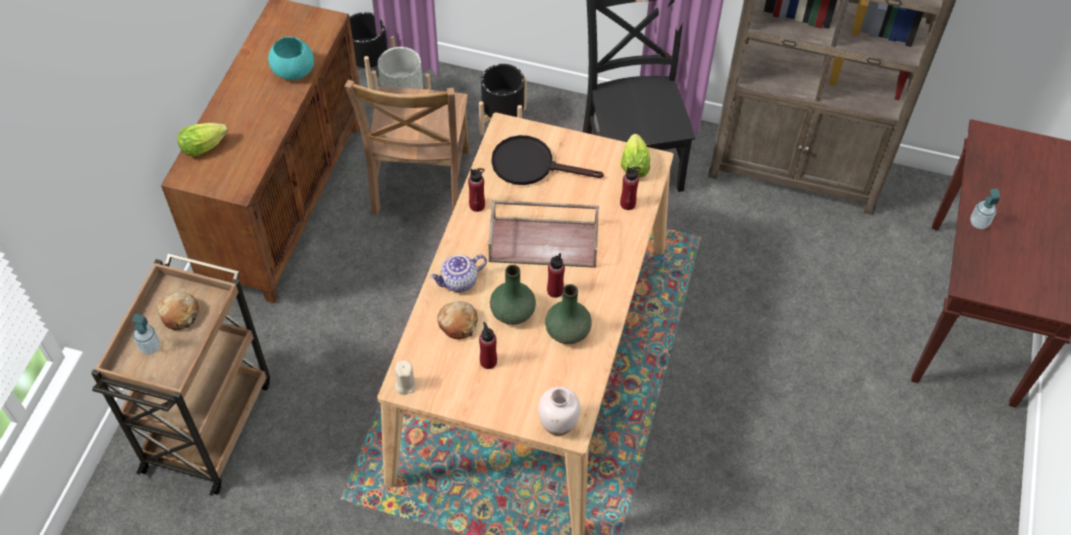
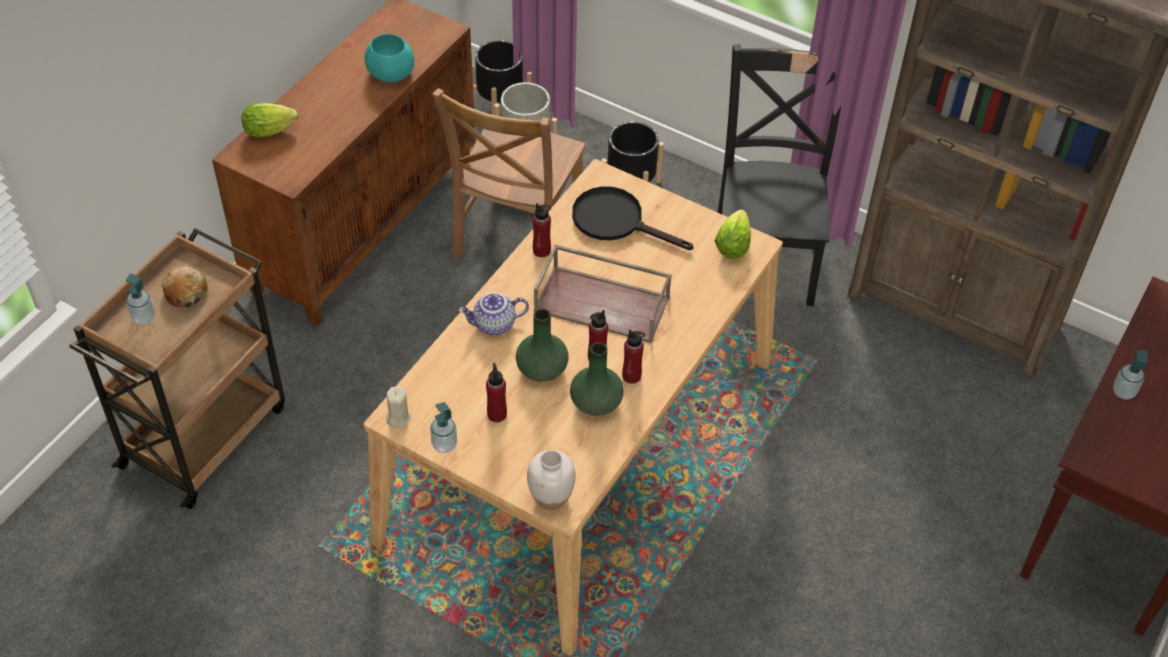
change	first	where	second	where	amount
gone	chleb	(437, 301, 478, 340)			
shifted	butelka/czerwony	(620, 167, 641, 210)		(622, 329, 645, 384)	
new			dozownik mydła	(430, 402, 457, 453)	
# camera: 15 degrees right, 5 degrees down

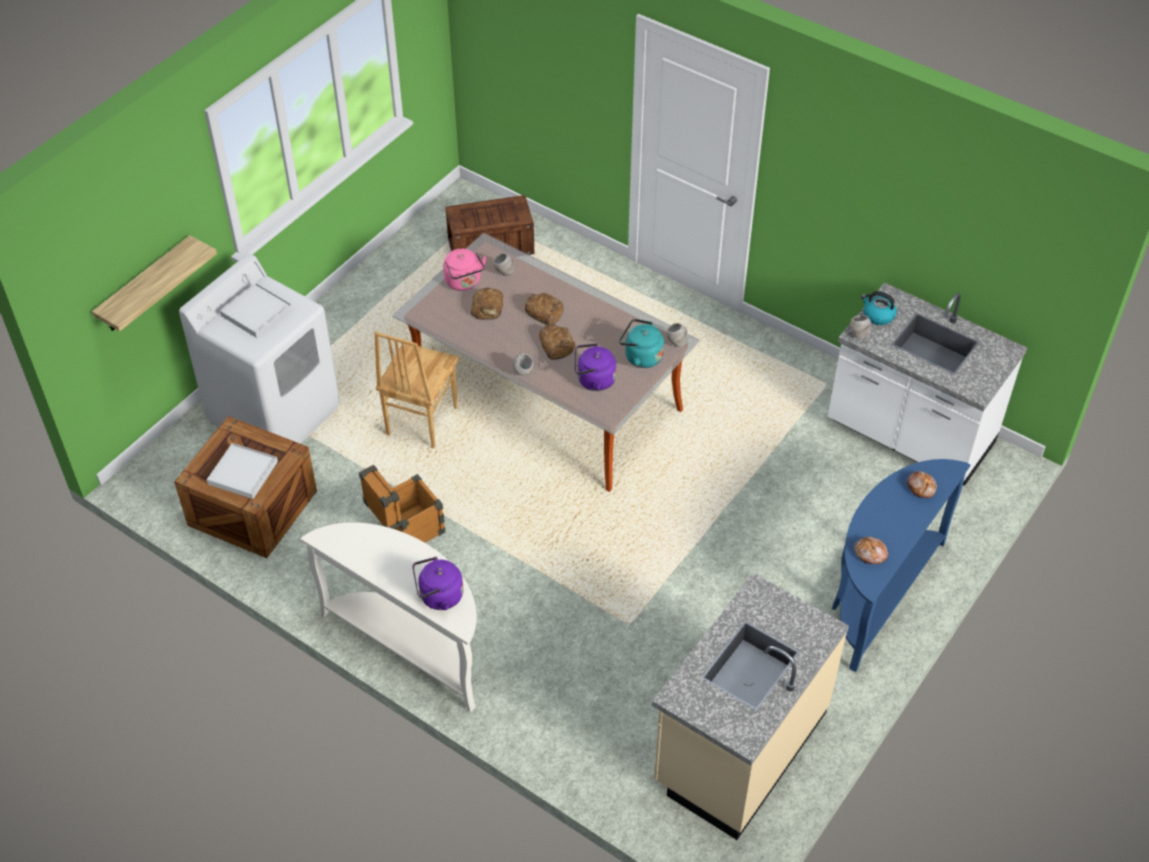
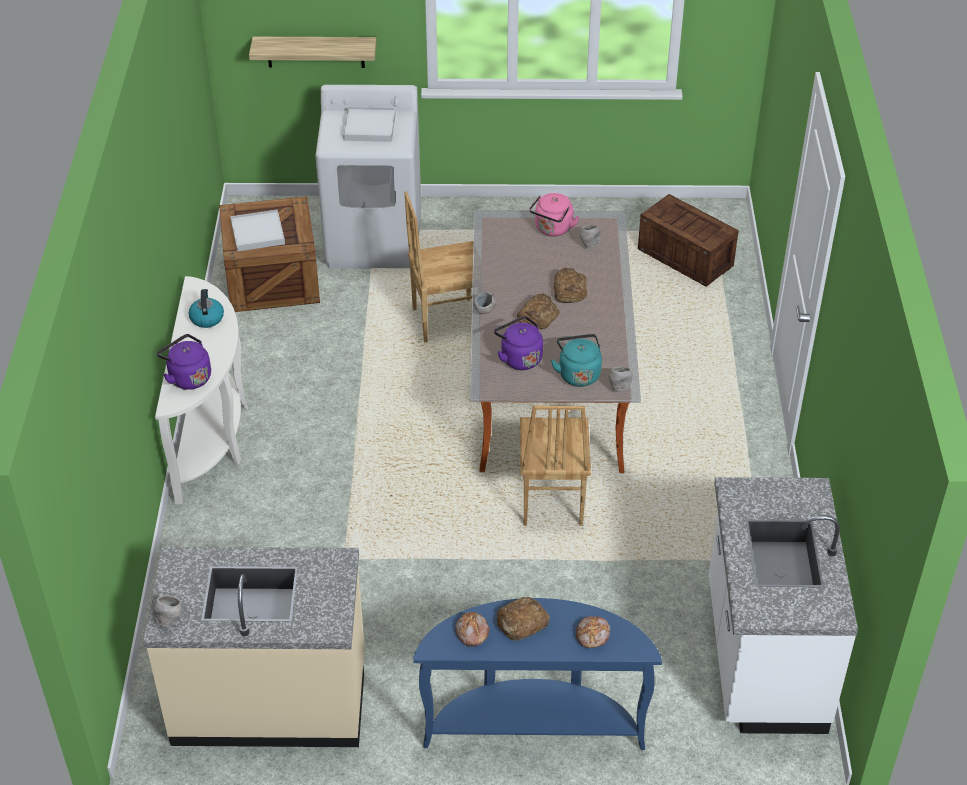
change	first	where	second	where	amount
gone	skrzynka	(359, 465, 445, 543)			
shifted	chleb	(471, 287, 503, 320)		(497, 597, 550, 640)	
shifted	miska/szary	(850, 315, 872, 339)		(152, 595, 182, 626)	
shifted	czajnik	(861, 291, 897, 325)		(188, 289, 224, 328)	
new			krzesło/brązowy	(520, 405, 591, 526)	
# camera: 55 degrees right, 5 degrees down

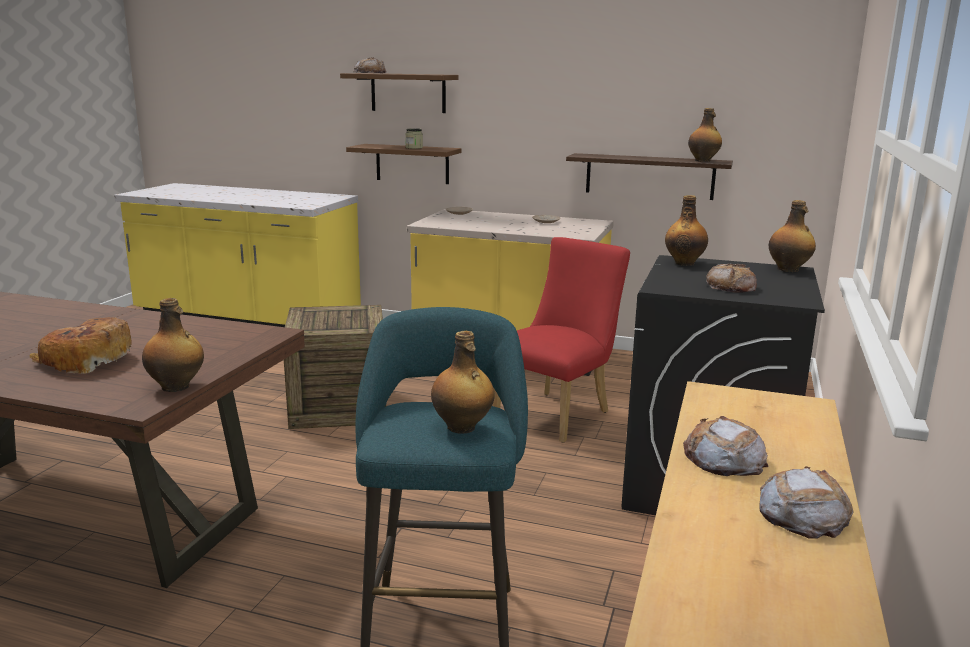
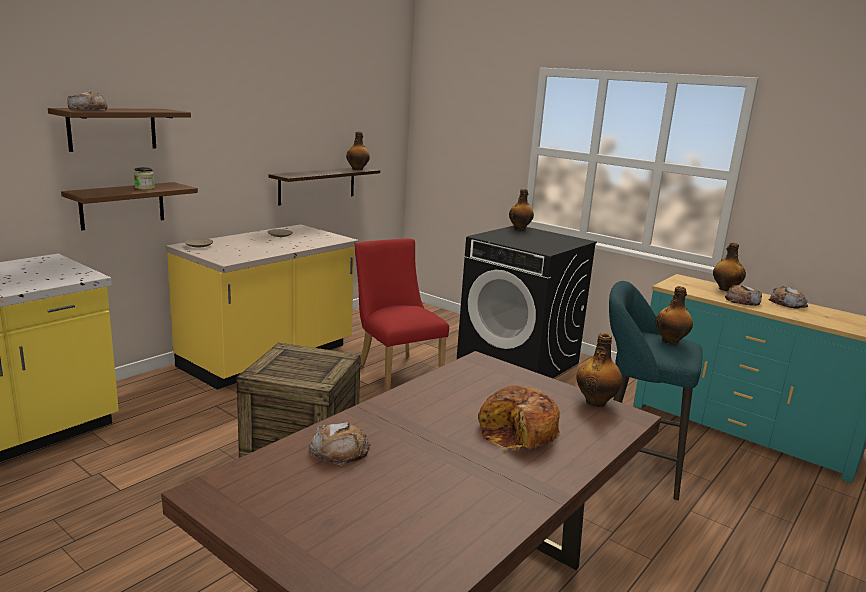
change	first	where	second	where	amount
shifted	butelka	(665, 195, 708, 266)		(713, 243, 746, 291)	
shifted	chleb	(706, 264, 757, 292)		(309, 422, 371, 465)	
# camera: 70 degrees left, 0 degrees up

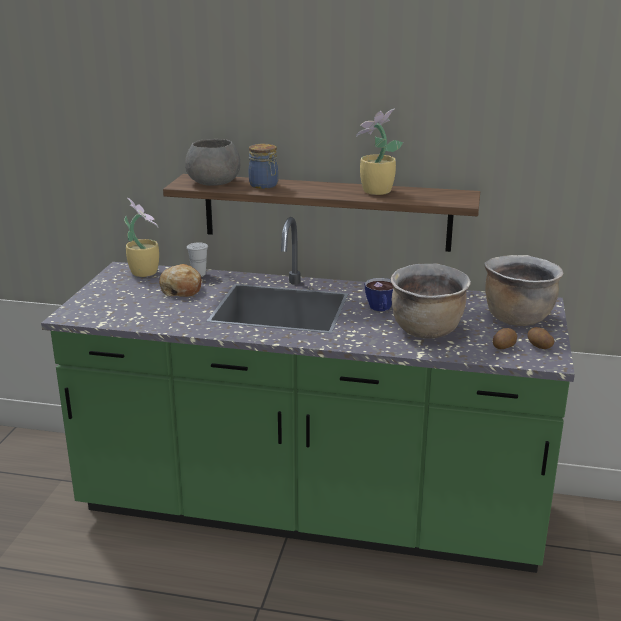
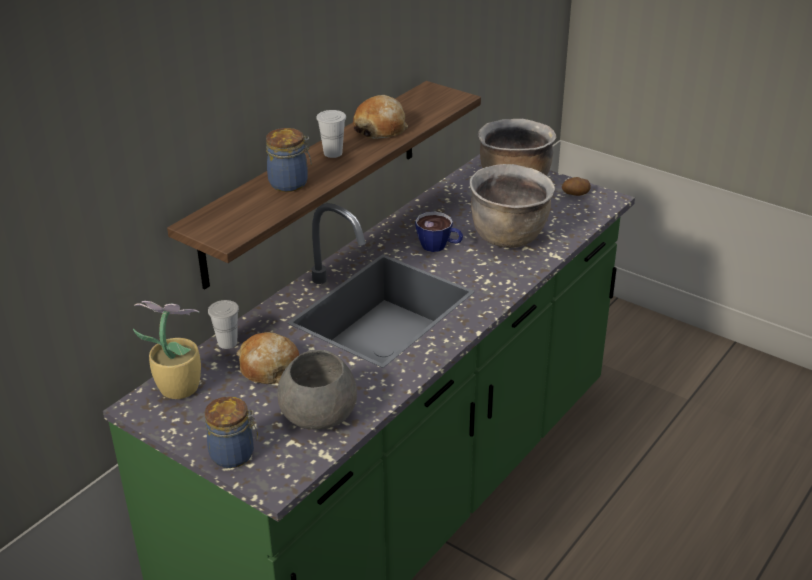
change	first	where	second	where	amount
shifted	miska/szary	(185, 139, 240, 186)		(278, 350, 357, 430)	
swapped	roślina doniczkowa	(356, 109, 403, 195)	chleb	(353, 95, 408, 139)	
gone	ziemniak	(493, 328, 517, 349)			
new			słoik	(205, 396, 258, 468)	
new			filiżanka/biały	(316, 110, 346, 158)	
# camera: 65 degrees left, 10 degrees up

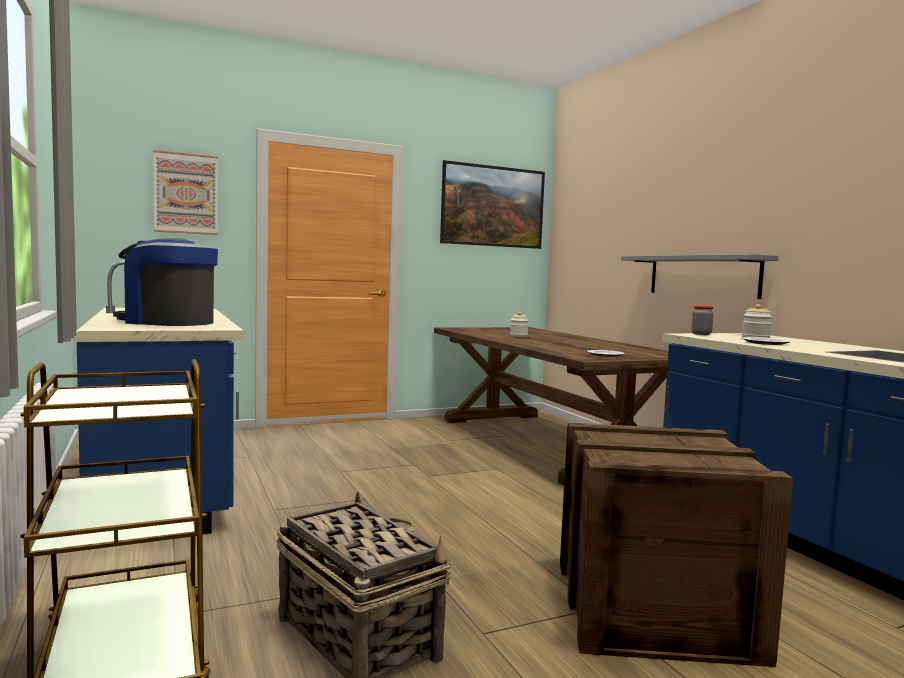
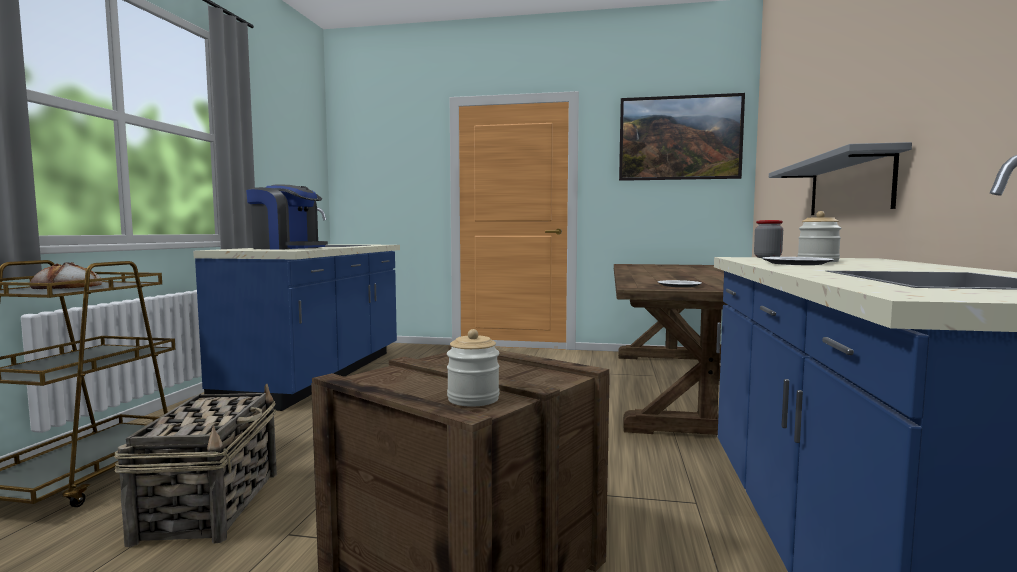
change	first	where	second	where	amount
rotated	ekspres do kawy	(113, 238, 218, 326)		(246, 185, 328, 250)	150 degrees clockwise
gone	obraz	(153, 150, 218, 235)			
shifted	słoik	(510, 312, 529, 337)		(447, 329, 500, 406)	
new			chleb	(30, 262, 102, 289)	
# camera: 35 degrees right, 0 degrees up

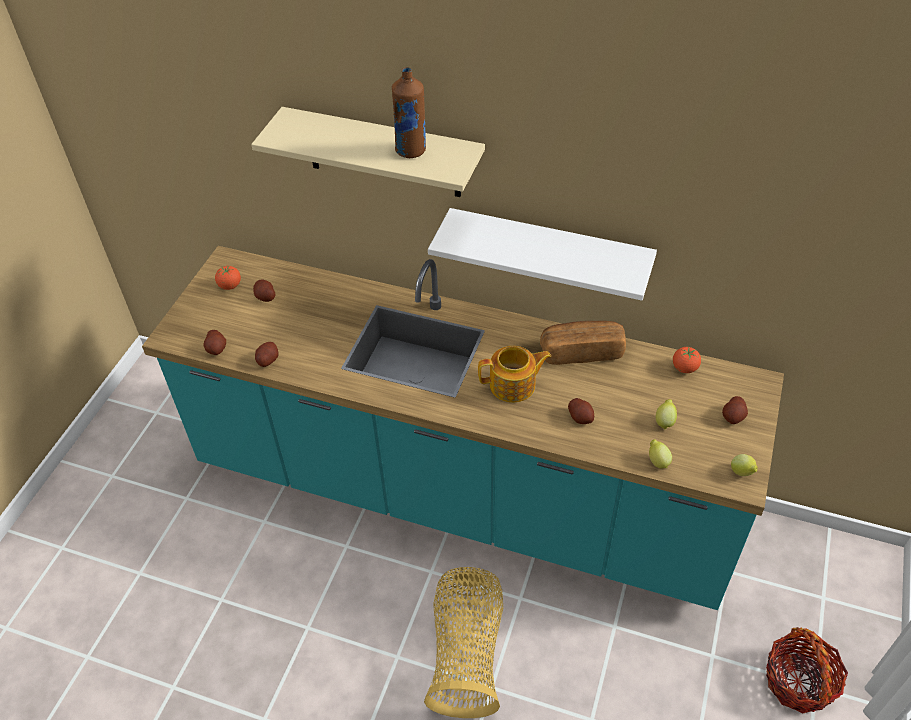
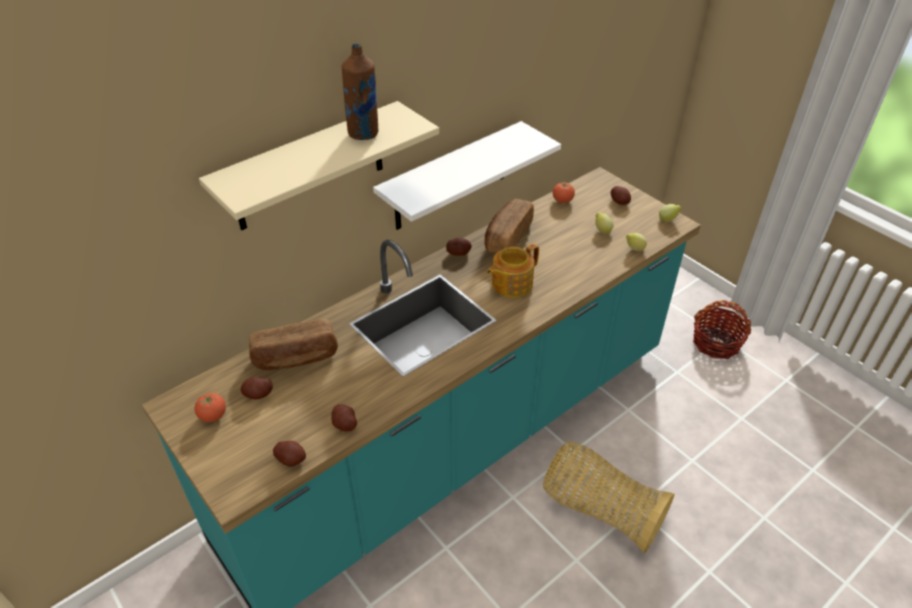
change	first	where	second	where	amount
rotated	imbryk	(478, 346, 551, 403)		(487, 243, 539, 298)	150 degrees counterclockwise
shifted	ziemniak	(568, 398, 594, 424)		(446, 238, 472, 256)	
new			chleb	(249, 319, 338, 370)	
# camera: 60 degrees left, 5 degrees down

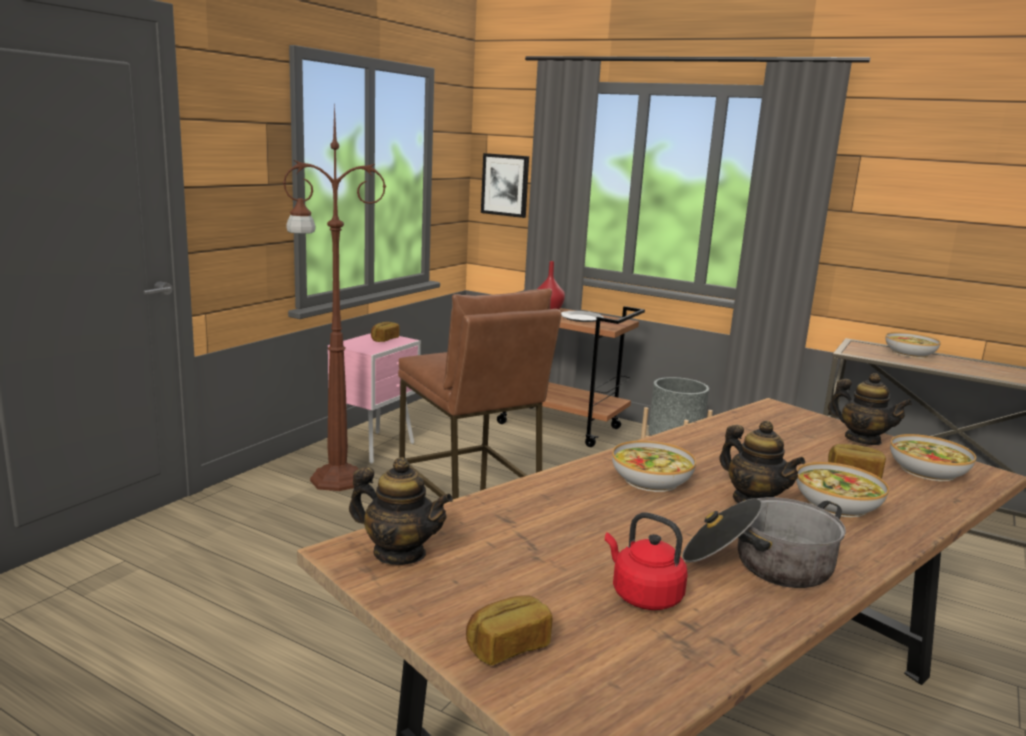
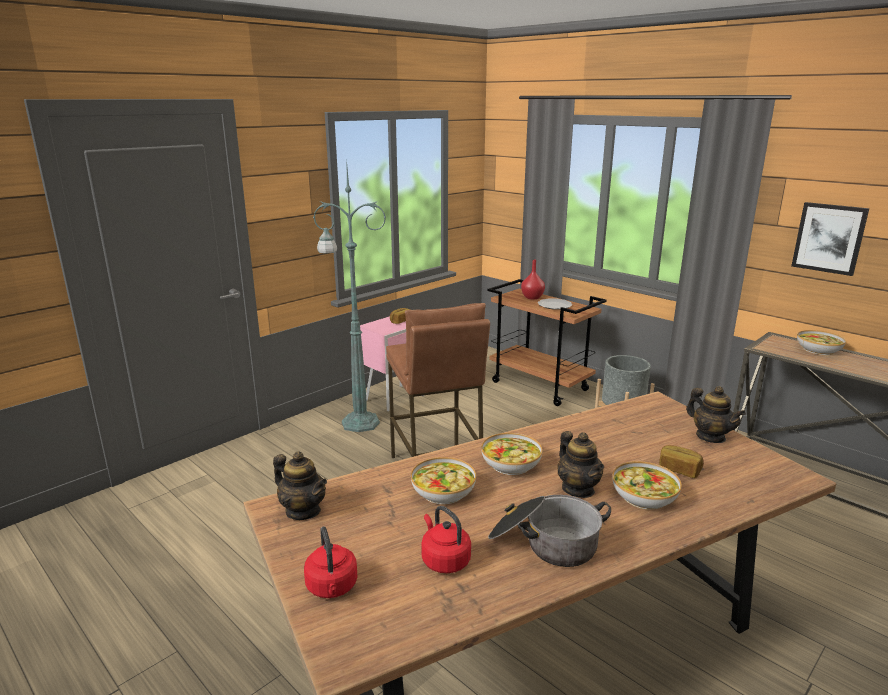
change	first	where	second	where	amount
repainted	lampa stojąca/brązowy	(283, 101, 386, 491)	lampa stojąca/zielony	(313, 158, 386, 432)	
swapped	chleb	(466, 595, 552, 665)	czajnik/czerwony	(304, 527, 358, 598)	
shifted	obraz	(481, 153, 529, 218)		(791, 202, 869, 276)	
shifted	miska	(890, 434, 976, 481)		(411, 457, 476, 505)	
# camera: 15 degrees right, 5 degrees up

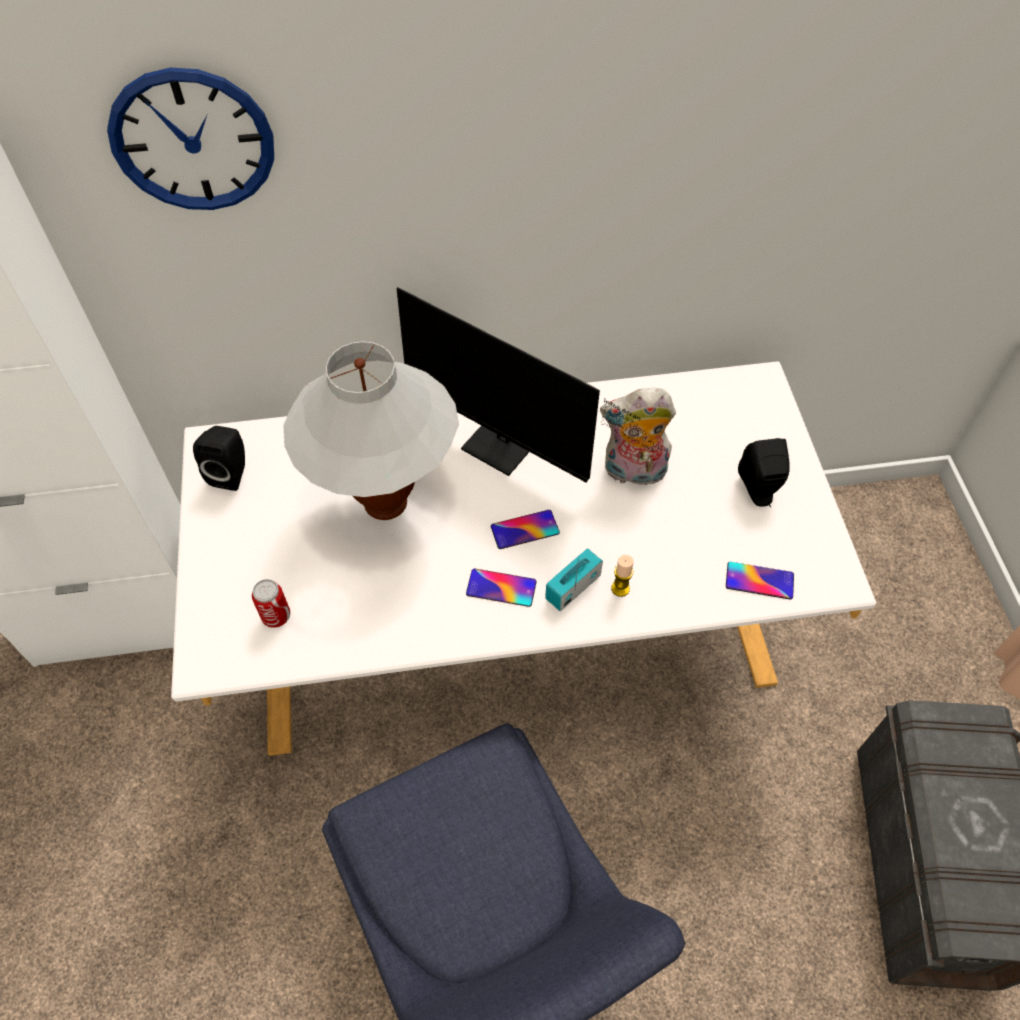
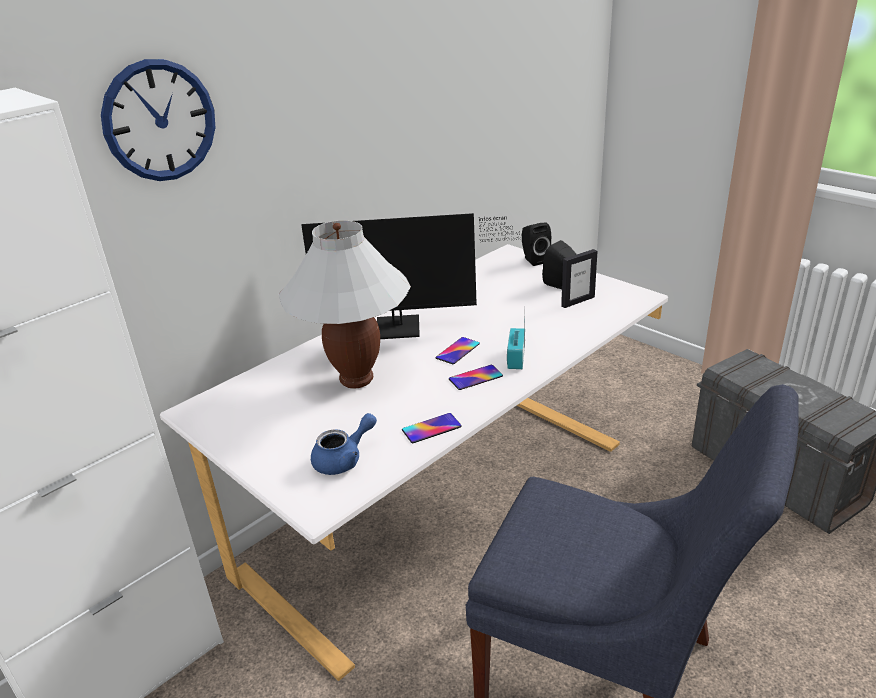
change	first	where	second	where	amount
shifted	głośnik/czarny	(193, 426, 245, 491)		(522, 223, 551, 266)	
swapped	puszka	(252, 579, 290, 628)	imbryk/niebieski	(311, 413, 377, 475)	
gone	pluszak	(600, 388, 676, 490)			
gone	świeca	(611, 555, 634, 597)			
shifted	telefon	(726, 562, 794, 600)		(402, 413, 462, 443)	
new			ramka na zdjęcie	(561, 249, 598, 308)	
# camera: 35 degrees left, 25 degrees down

